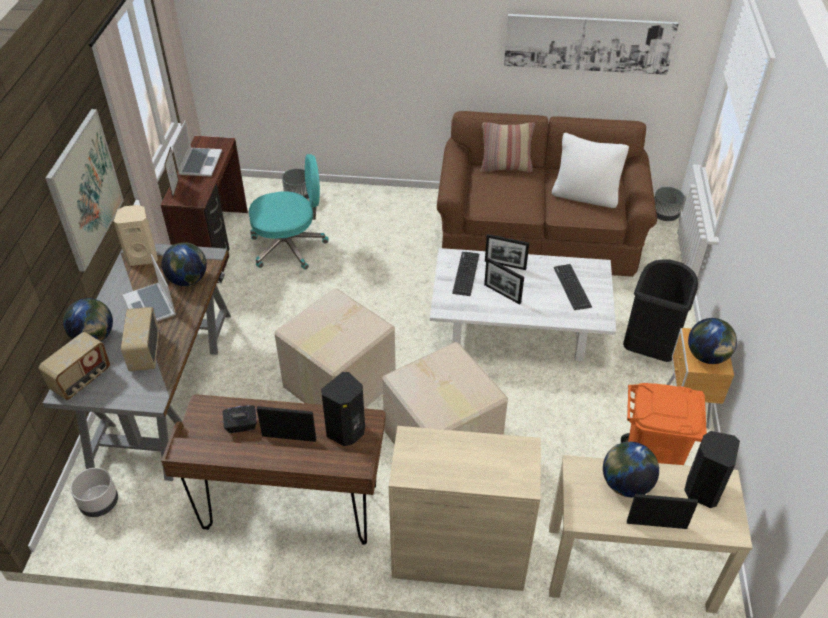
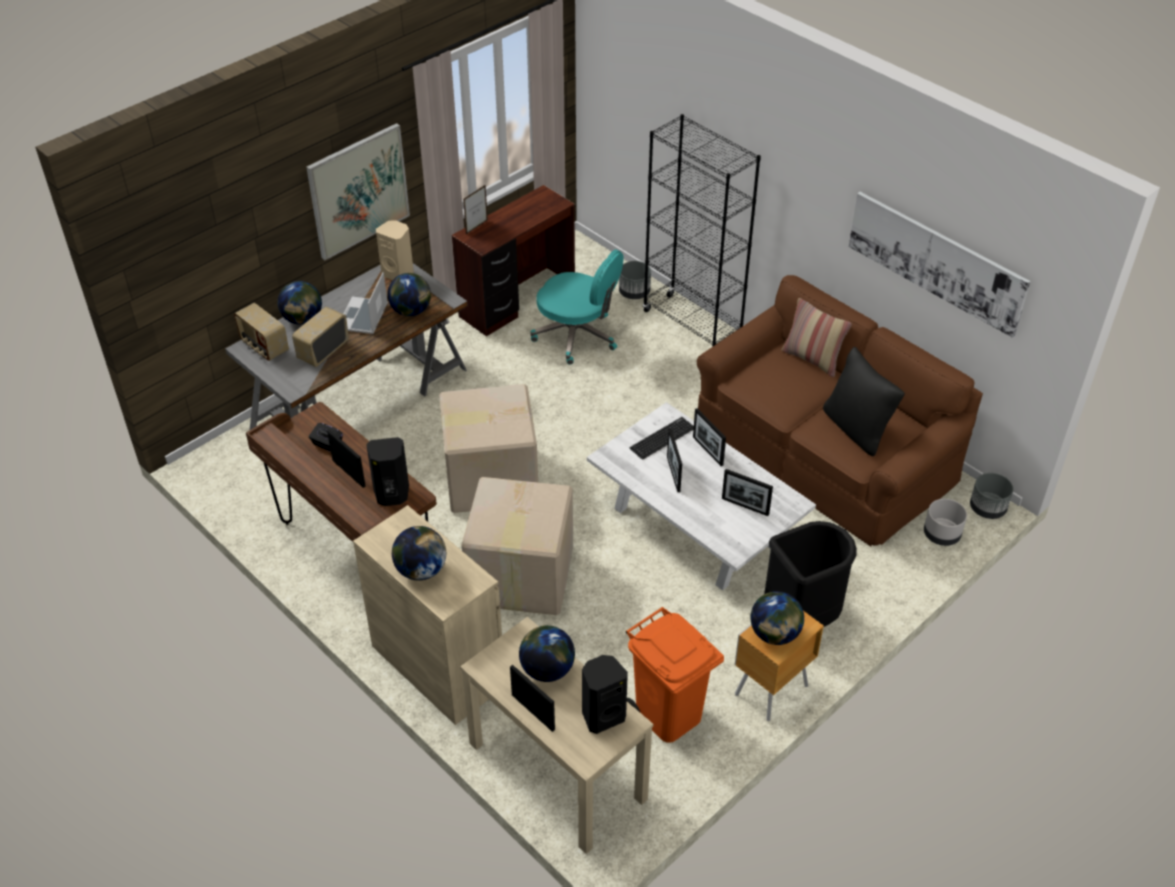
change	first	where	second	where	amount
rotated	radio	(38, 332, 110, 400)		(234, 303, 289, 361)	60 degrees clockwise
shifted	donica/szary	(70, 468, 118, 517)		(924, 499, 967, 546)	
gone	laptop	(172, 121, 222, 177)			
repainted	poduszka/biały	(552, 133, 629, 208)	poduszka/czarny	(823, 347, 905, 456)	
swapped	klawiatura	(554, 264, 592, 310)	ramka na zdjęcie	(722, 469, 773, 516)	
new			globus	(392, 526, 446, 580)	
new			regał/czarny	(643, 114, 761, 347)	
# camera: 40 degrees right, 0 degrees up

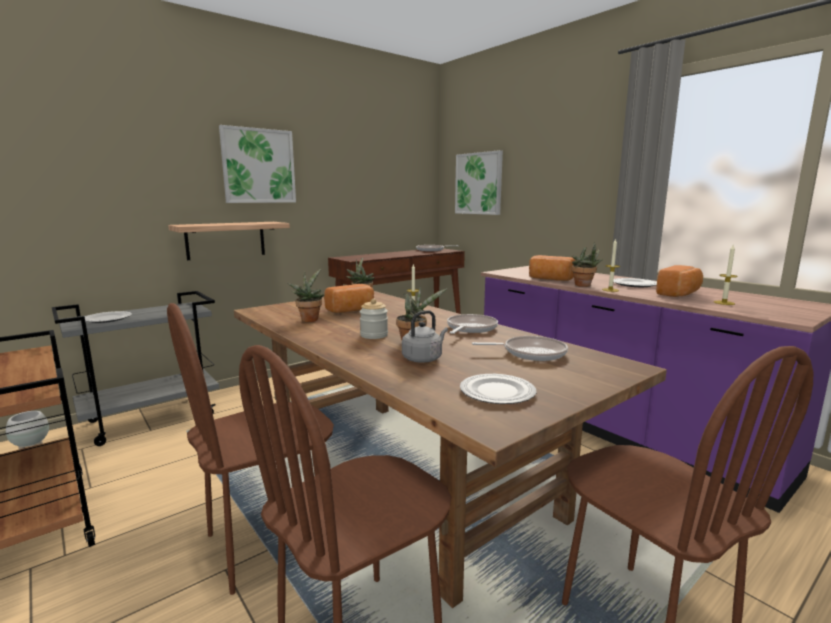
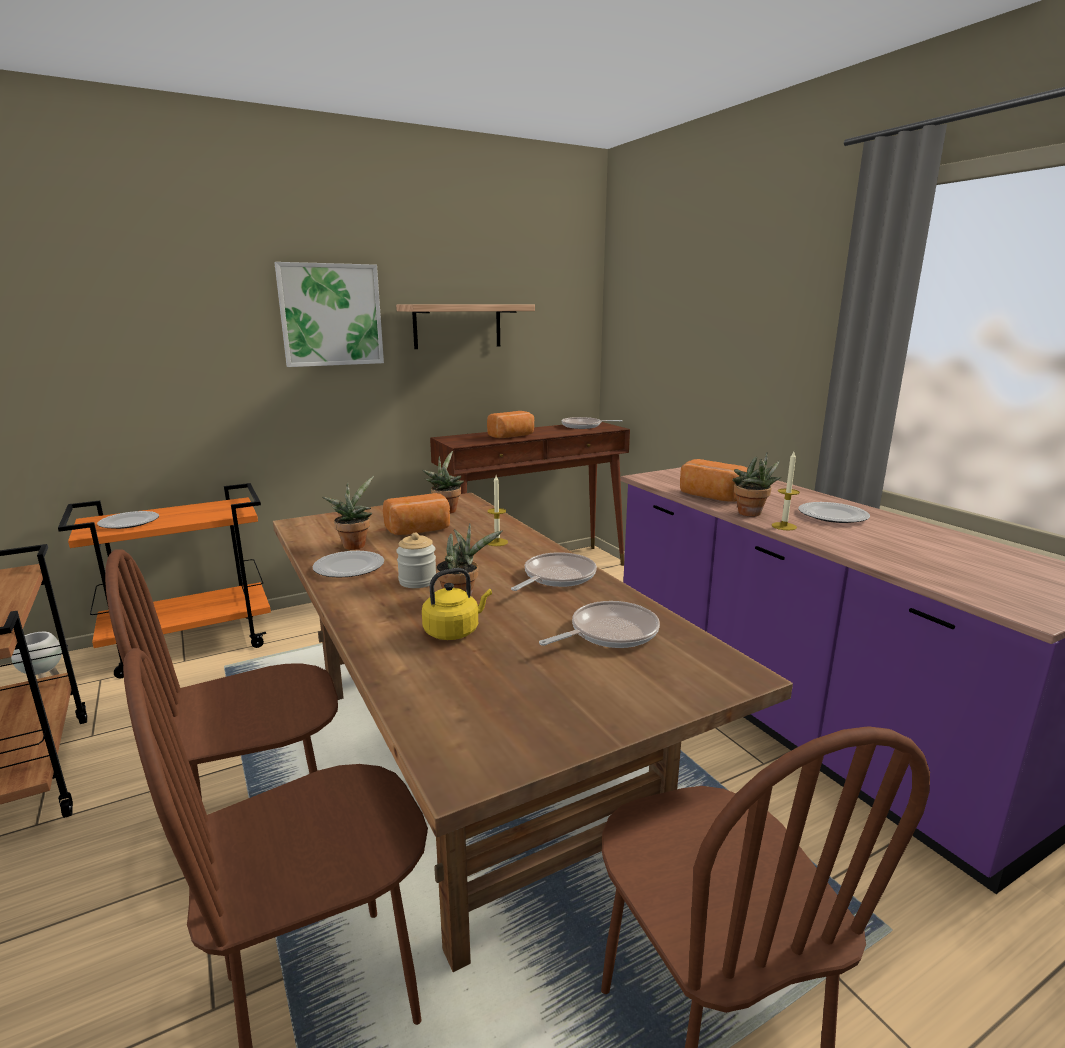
change	first	where	second	where	amount
repainted	wózek/szary	(52, 291, 219, 446)	wózek/pomarańczowy	(58, 483, 271, 678)	
shifted	półka	(168, 222, 290, 260)		(396, 305, 535, 349)	
repainted	czajnik/szary	(402, 310, 448, 363)	czajnik/żółty	(422, 568, 492, 640)	
gone	obraz	(455, 150, 503, 215)			
shifted	talerz	(460, 374, 536, 404)		(312, 551, 384, 578)	
rotated	patelnia	(472, 336, 568, 361)		(539, 601, 660, 648)	45 degrees counterclockwise
shifted	chleb	(656, 265, 703, 297)		(487, 411, 534, 438)	
gone	świeca	(714, 245, 738, 305)			
# camera: 10 degrees right, 5 degrees up

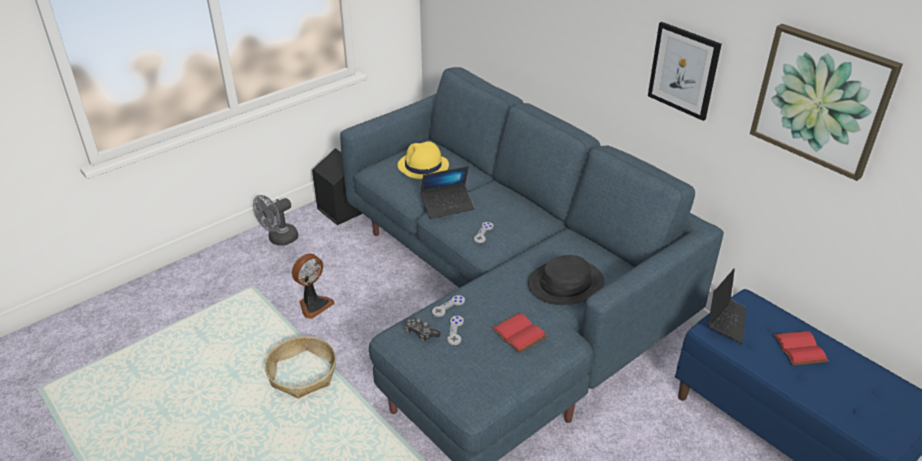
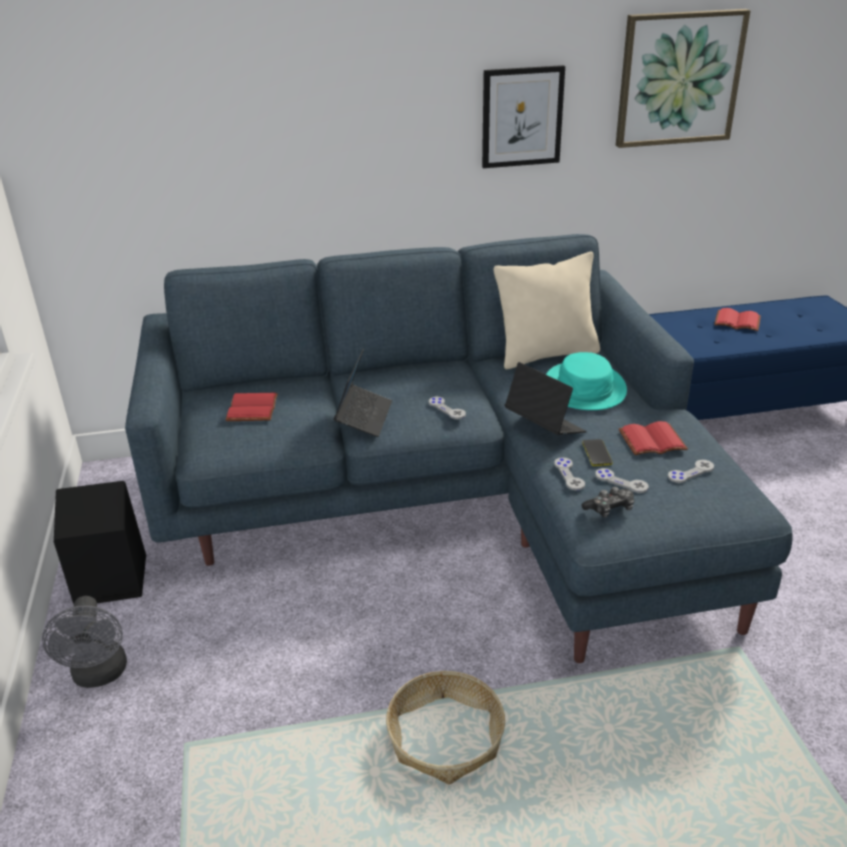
change	first	where	second	where	amount
gone	wentylator	(292, 253, 335, 319)			
swapped	kapelusz/żółty	(398, 141, 449, 179)	książka/czerwony	(226, 393, 278, 421)	
repainted	kapelusz/czarny	(528, 255, 604, 305)	kapelusz/turkusowy	(546, 352, 627, 410)	
shifted	laptop	(708, 269, 746, 344)		(505, 362, 587, 435)	
new			poduszka/beżowy	(494, 251, 600, 369)	
new			telefon	(582, 439, 613, 466)	
new			pad do gier/szary	(668, 460, 714, 483)	
# camera: 60 degrees left, 5 degrees down

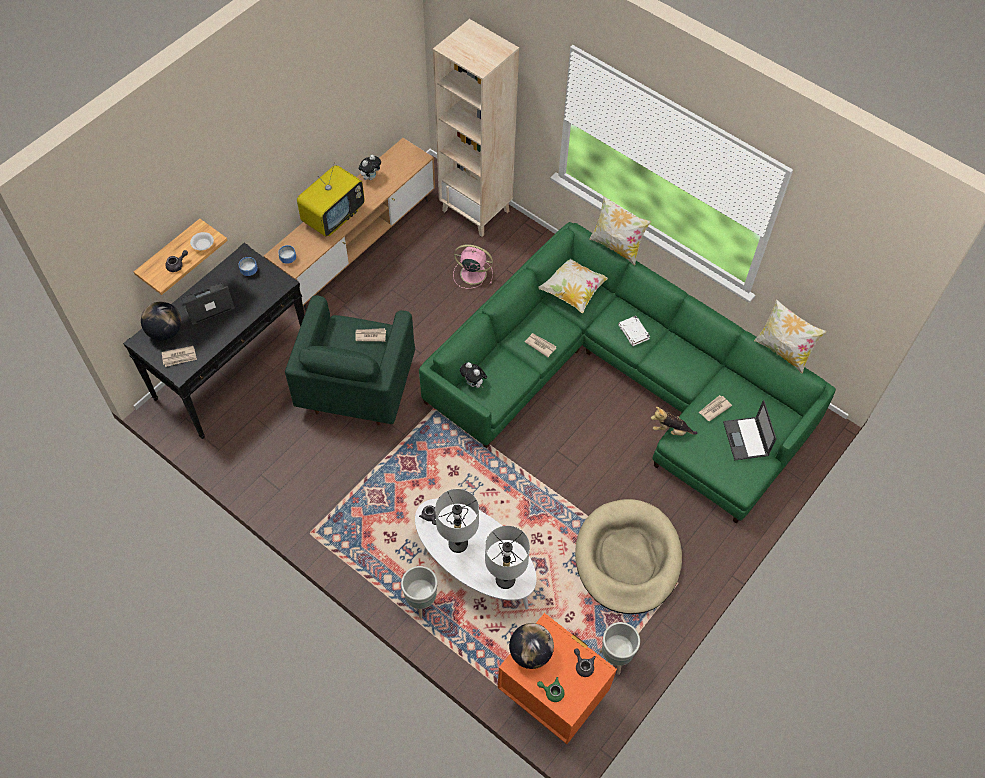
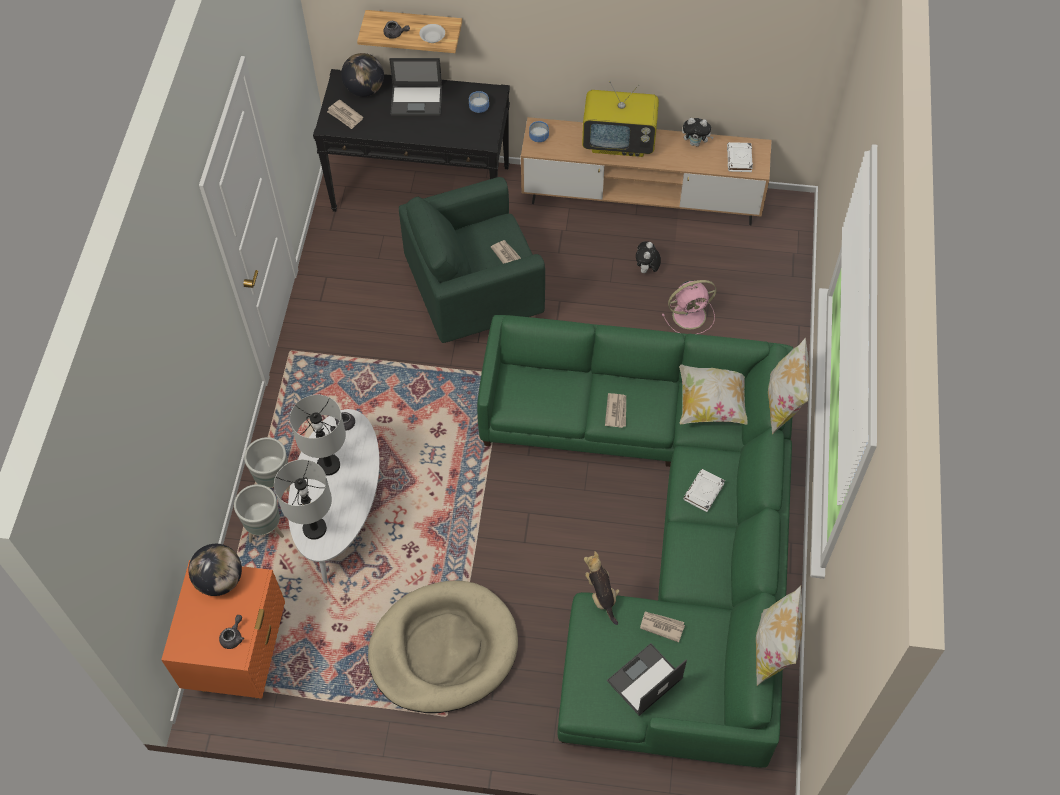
change	first	where	second	where	amount
rotated	laptop	(180, 282, 235, 325)		(389, 58, 442, 116)	150 degrees clockwise
gone	regał/beżowy	(433, 19, 519, 237)			
rotated	wentylator/różowy	(453, 244, 493, 289)		(662, 280, 717, 334)	90 degrees clockwise
shifted	pluszak	(460, 362, 487, 388)		(636, 241, 661, 273)	
gone	imbryk/zielony	(537, 677, 565, 702)			
shifted	donica/szary	(599, 622, 640, 675)		(234, 484, 284, 543)	
new			książka/biały	(727, 142, 753, 172)	
# camera: 60 degrees right, 0 degrees up

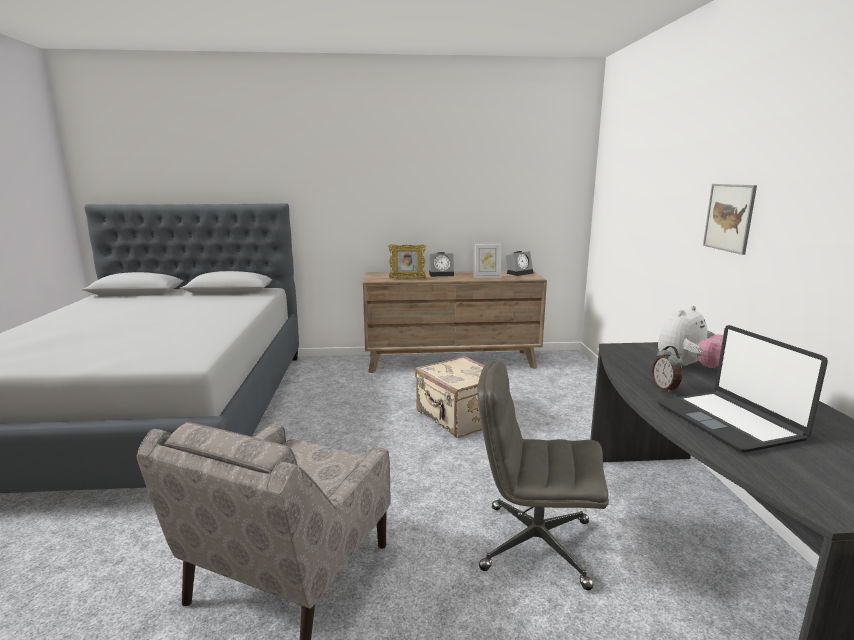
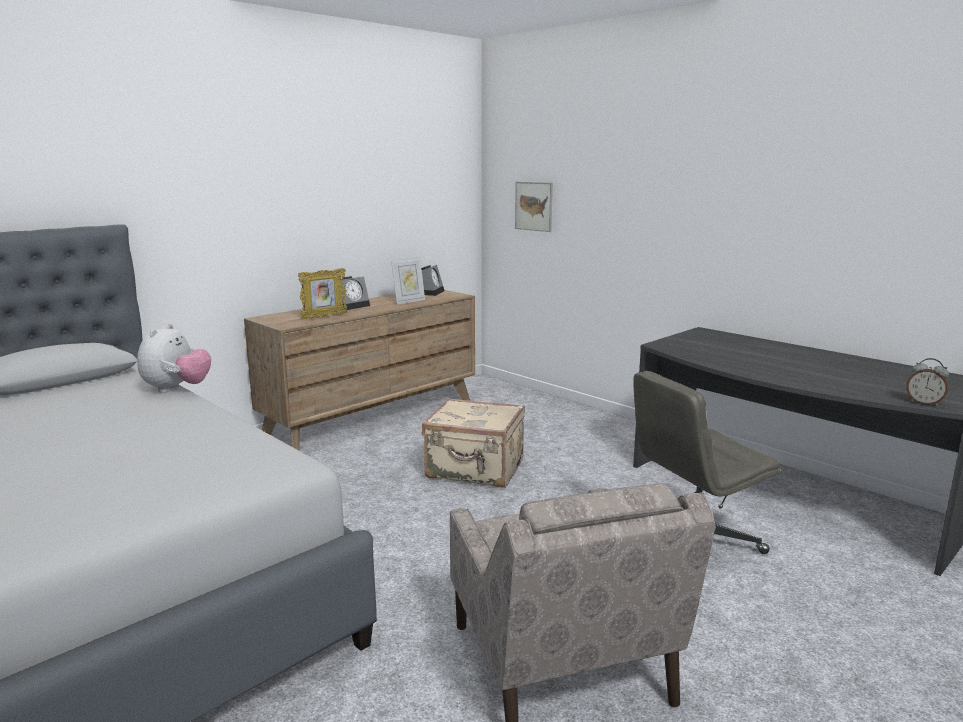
change	first	where	second	where	amount
shifted	budzik	(652, 346, 683, 393)		(906, 358, 949, 407)	
shifted	pluszak	(658, 306, 723, 368)		(137, 324, 211, 393)	
gone	laptop	(658, 325, 828, 453)			
shifted	obraz	(703, 184, 757, 255)		(515, 182, 553, 232)	
# camera: 40 degrees left, 0 degrees up

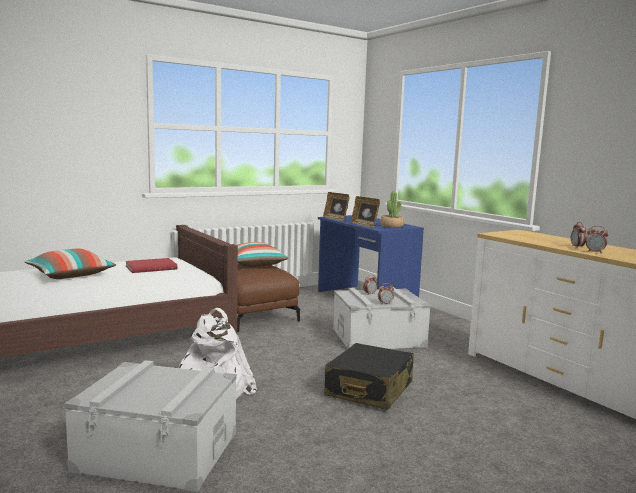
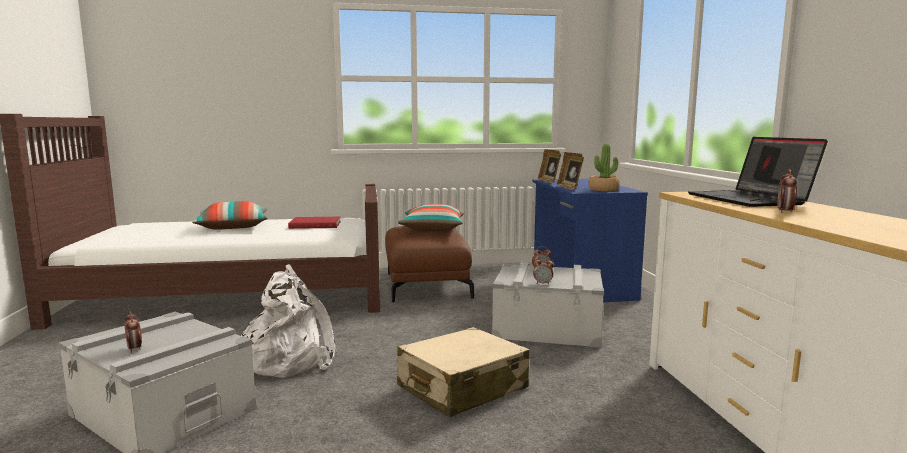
change	first	where	second	where	amount
repainted	walizka/czarny	(324, 343, 414, 410)	walizka/beżowy	(397, 327, 530, 417)	
shifted	budzik	(585, 226, 609, 254)		(125, 311, 142, 353)	
new			laptop	(688, 137, 828, 207)	
# camera: 25 degrees right, 0 degrees up

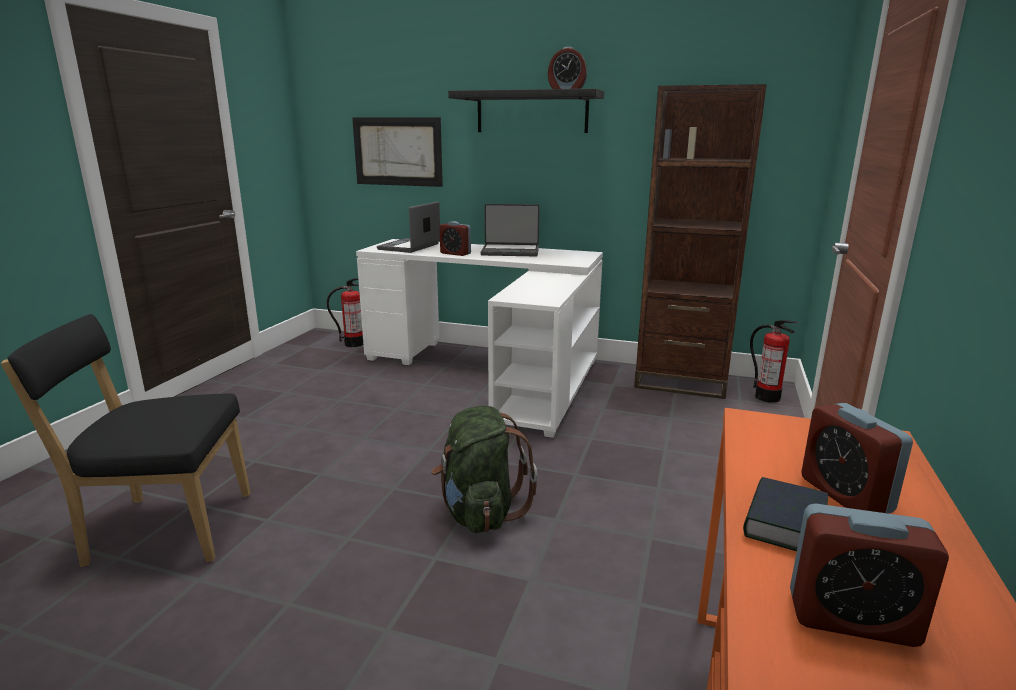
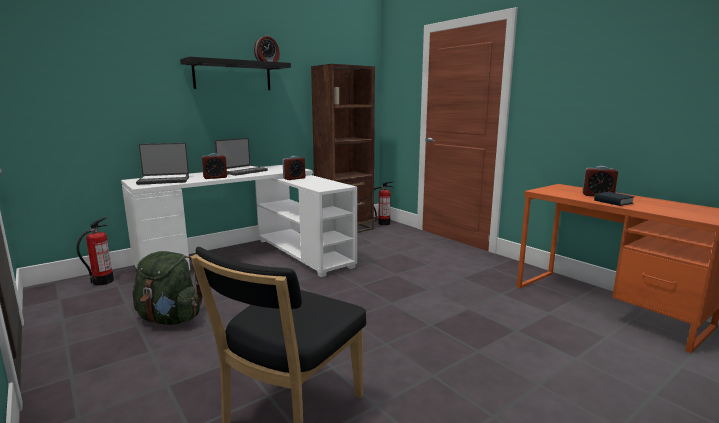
change	first	where	second	where	amount
gone	obraz	(352, 117, 443, 187)			
rotated	laptop	(377, 201, 440, 253)		(136, 143, 189, 185)	75 degrees counterclockwise
shifted	plecak/zielony	(431, 406, 538, 533)		(133, 251, 202, 325)	
shifted	budzik	(790, 503, 949, 647)		(282, 156, 305, 180)	
# camera: 55 degrees left, 5 degrees down

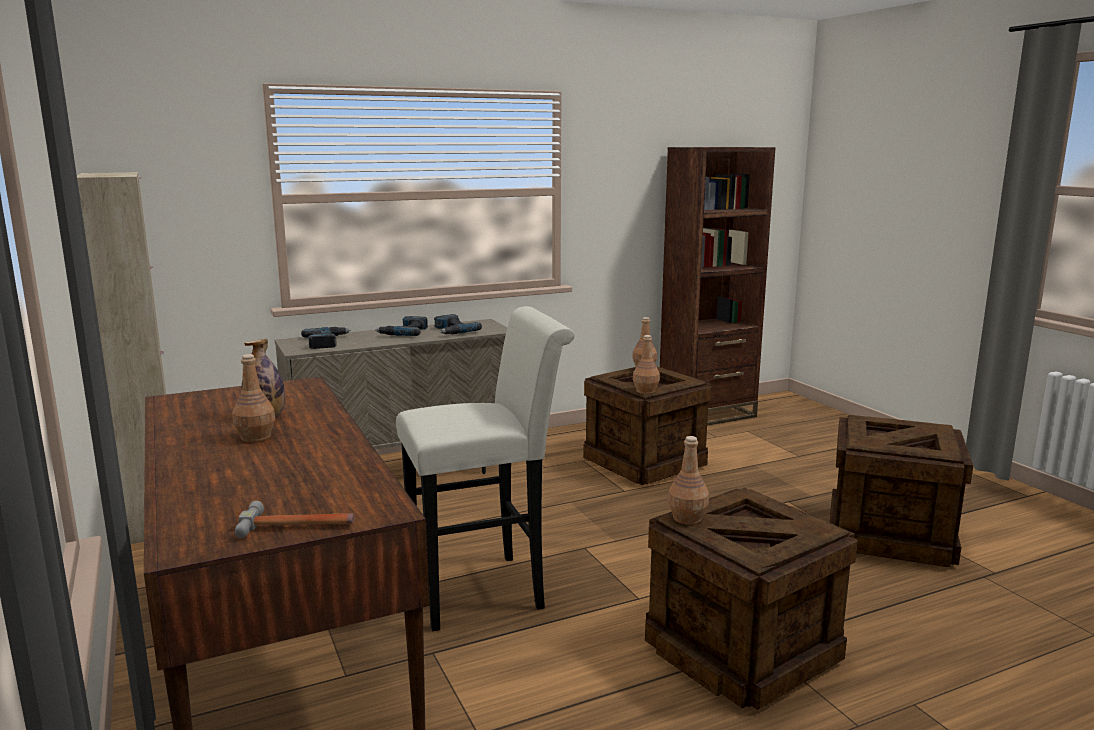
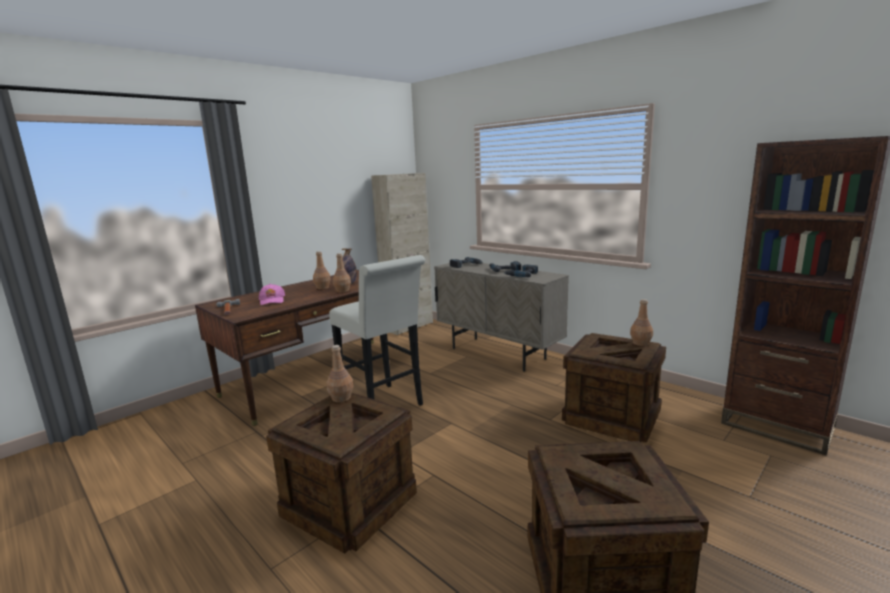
change	first	where	second	where	amount
shifted	butelka/brązowy	(633, 335, 660, 394)		(333, 253, 351, 292)	
new			czapka z daszkiem/różowy	(258, 284, 285, 305)	
# camera: 70 degrees right, 0 degrees up

